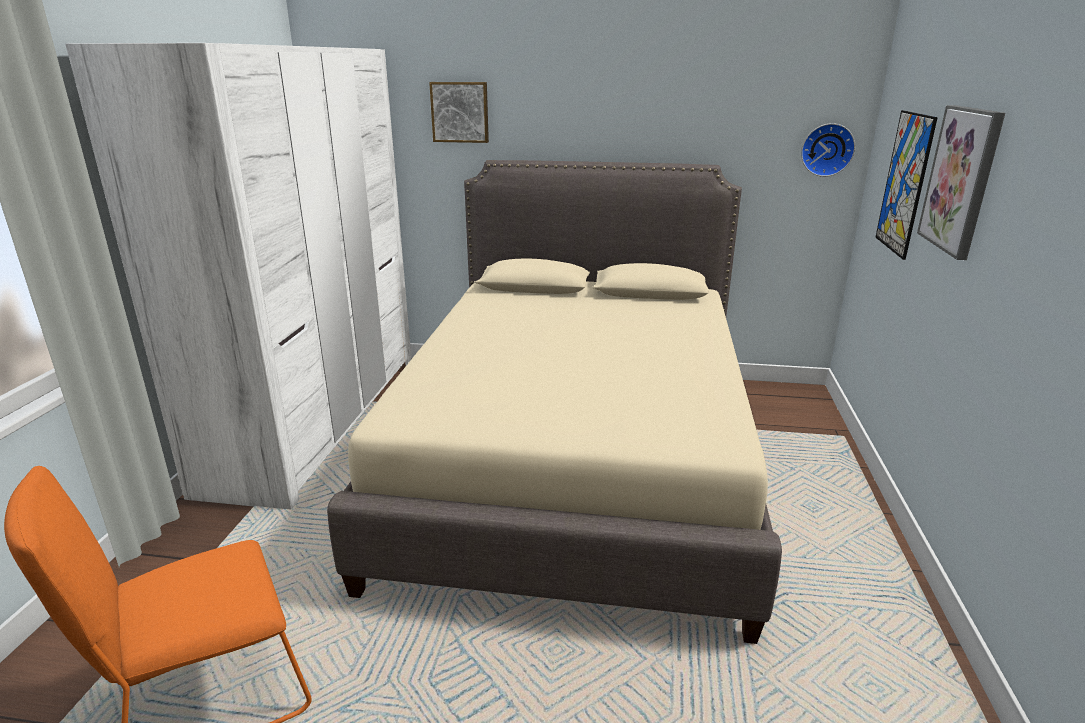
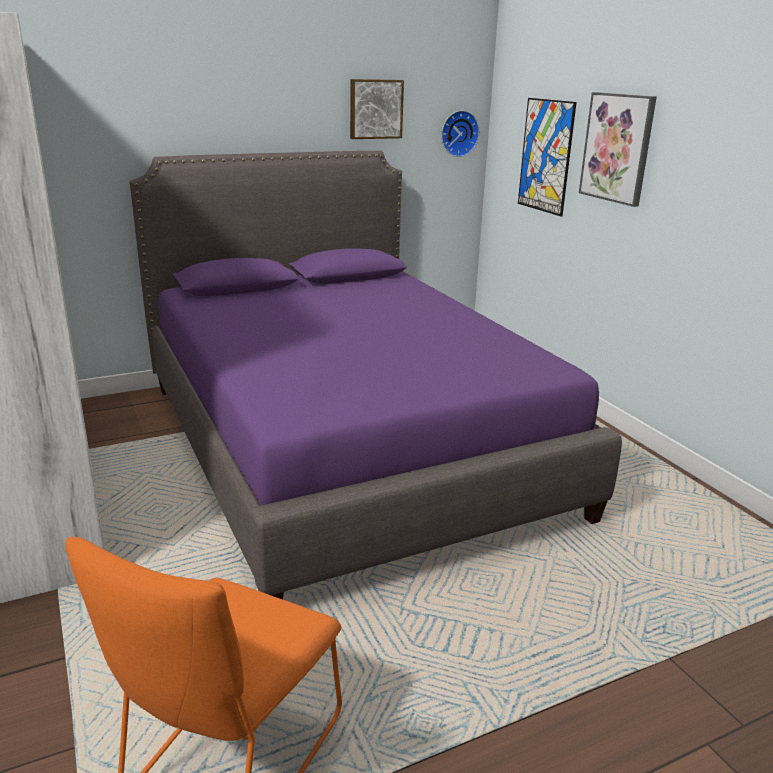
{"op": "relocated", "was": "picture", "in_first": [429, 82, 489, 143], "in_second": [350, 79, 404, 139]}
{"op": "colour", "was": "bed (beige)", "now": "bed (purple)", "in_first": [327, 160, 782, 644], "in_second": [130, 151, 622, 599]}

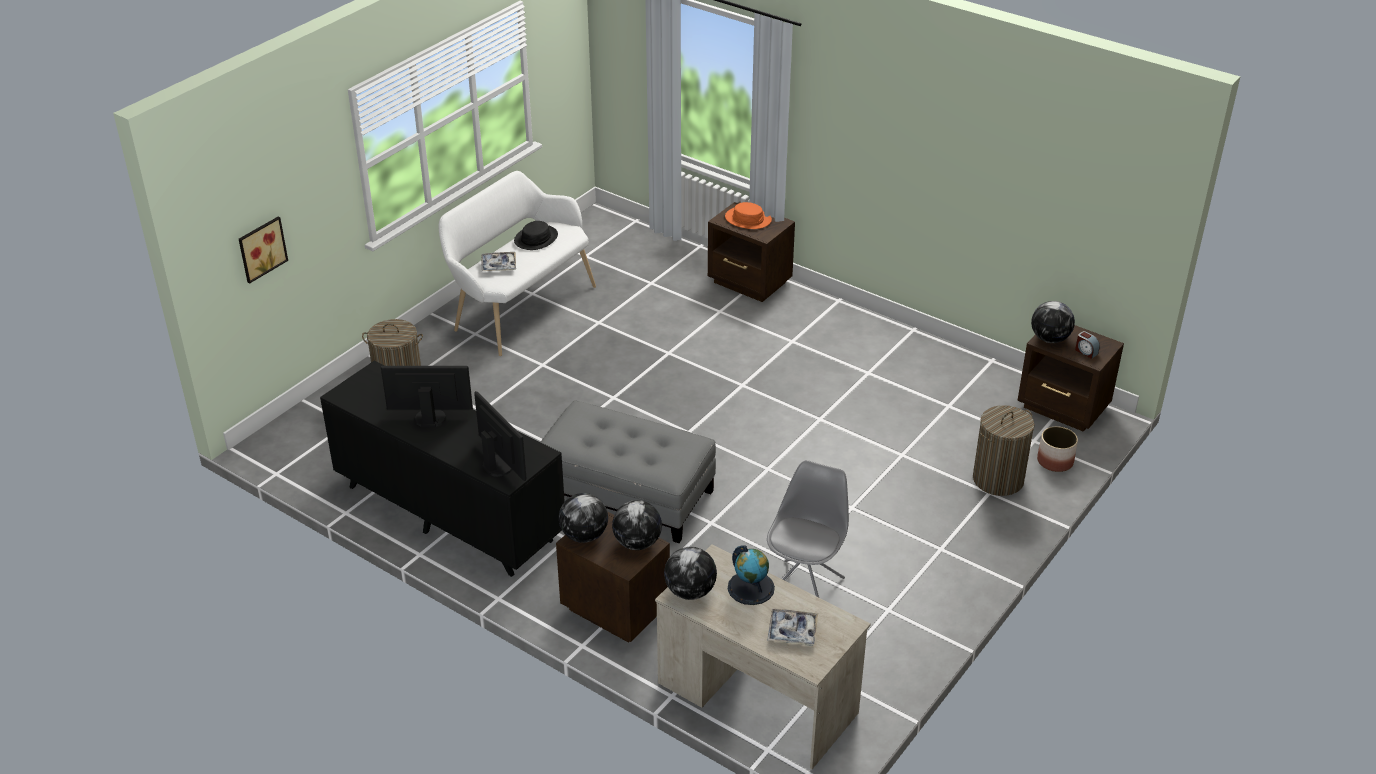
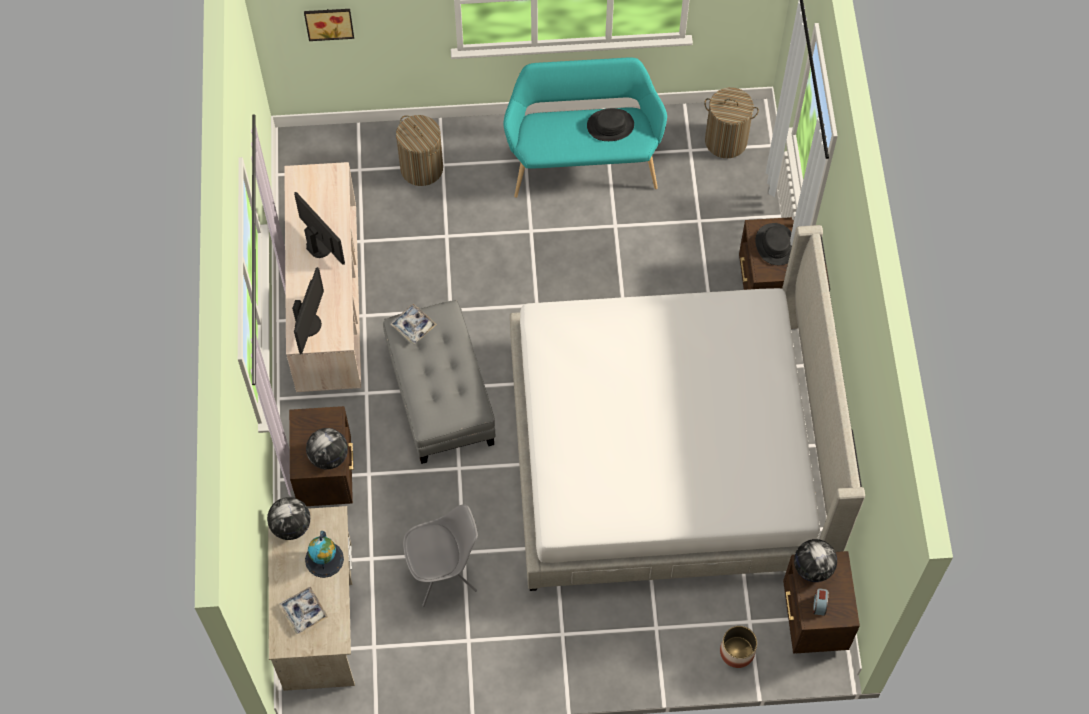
{"op": "missing", "was": "globe", "in_first": [559, 493, 608, 543]}
{"op": "appeared", "now": "bed", "in_second": [510, 225, 865, 591]}
{"op": "relocated", "was": "tray", "in_first": [482, 252, 516, 271], "in_second": [390, 304, 437, 344]}
{"op": "relocated", "was": "laundry basket", "in_first": [973, 405, 1035, 496], "in_second": [704, 87, 759, 158]}
{"op": "colour", "was": "dresser (black)", "now": "dresser (beige)", "in_first": [320, 361, 565, 577], "in_second": [284, 162, 361, 392]}
{"op": "colour", "was": "bench (white)", "now": "bench (turquoise)", "in_first": [439, 171, 596, 356], "in_second": [503, 57, 667, 198]}
{"op": "colour", "was": "hat (orange)", "now": "hat (black)", "in_first": [725, 202, 772, 229], "in_second": [756, 223, 792, 265]}

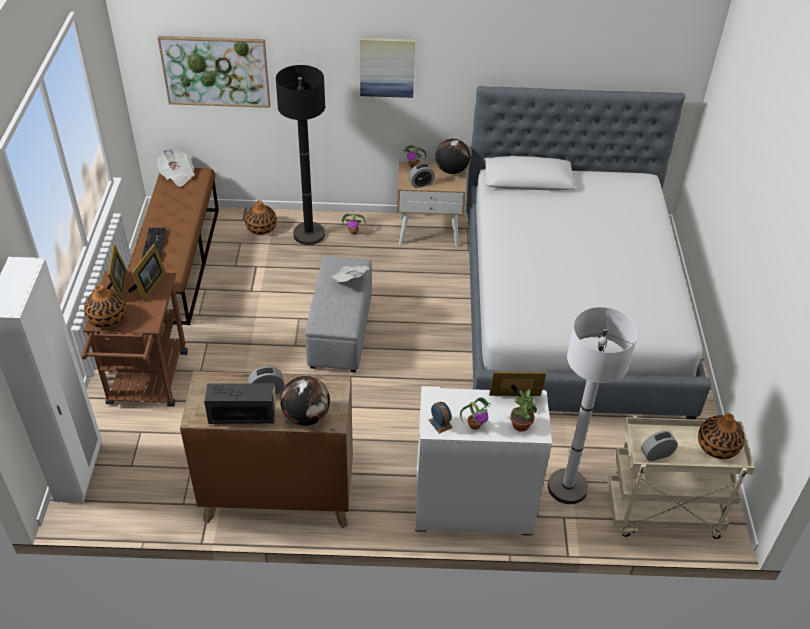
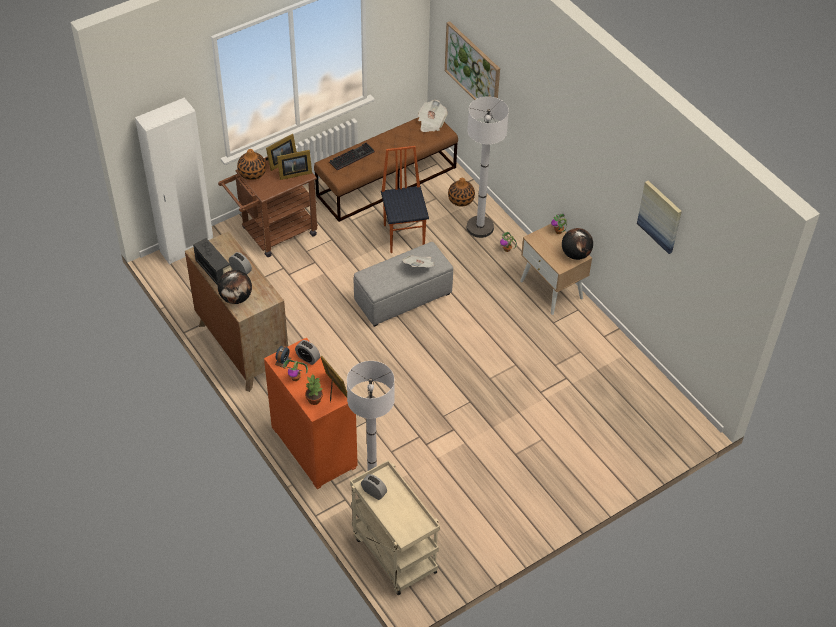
{"op": "missing", "was": "bed", "in_first": [466, 86, 711, 420]}
{"op": "missing", "was": "vase", "in_first": [698, 413, 745, 459]}
{"op": "appeared", "now": "chair", "in_second": [381, 146, 429, 253]}
{"op": "relocated", "was": "picture", "in_first": [360, 37, 415, 98], "in_second": [637, 181, 682, 254]}
{"op": "relocated", "was": "alarm clock", "in_first": [408, 163, 435, 188], "in_second": [295, 340, 320, 365]}
{"op": "colour", "was": "floor lamp (black)", "now": "floor lamp (white)", "in_first": [276, 65, 325, 245], "in_second": [467, 96, 509, 238]}
{"op": "colour", "was": "cabinet (white)", "now": "cabinet (orange)", "in_first": [415, 386, 552, 536], "in_second": [264, 338, 358, 489]}

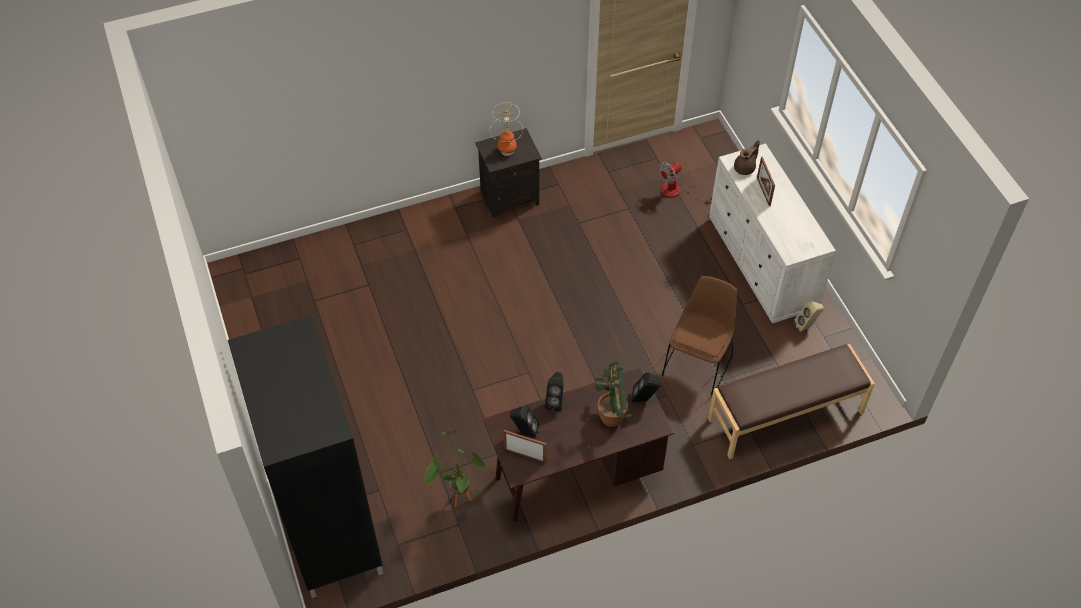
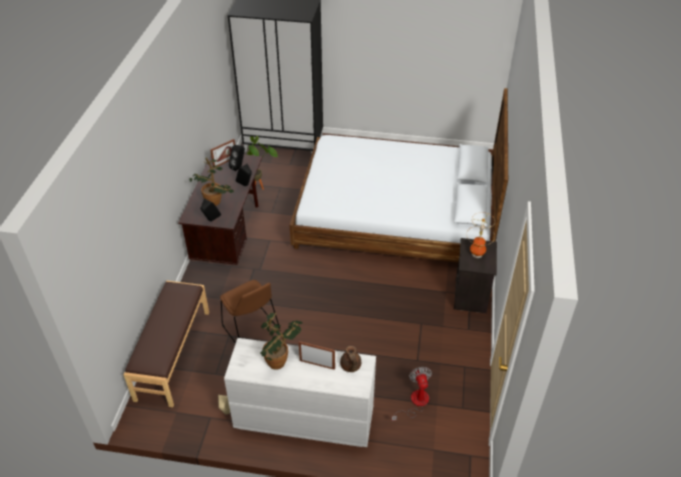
{"op": "appeared", "now": "potted plant", "in_second": [260, 313, 303, 370]}
{"op": "appeared", "now": "bed", "in_second": [290, 88, 508, 262]}

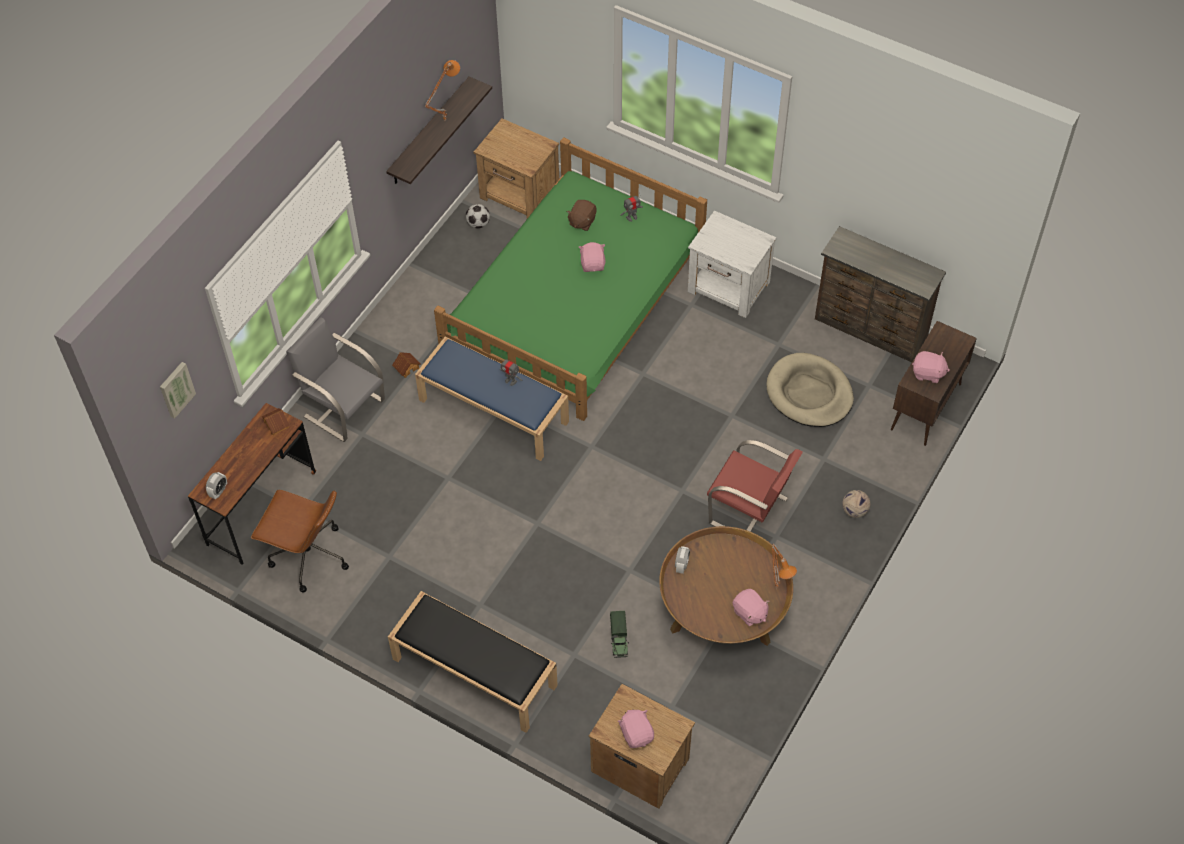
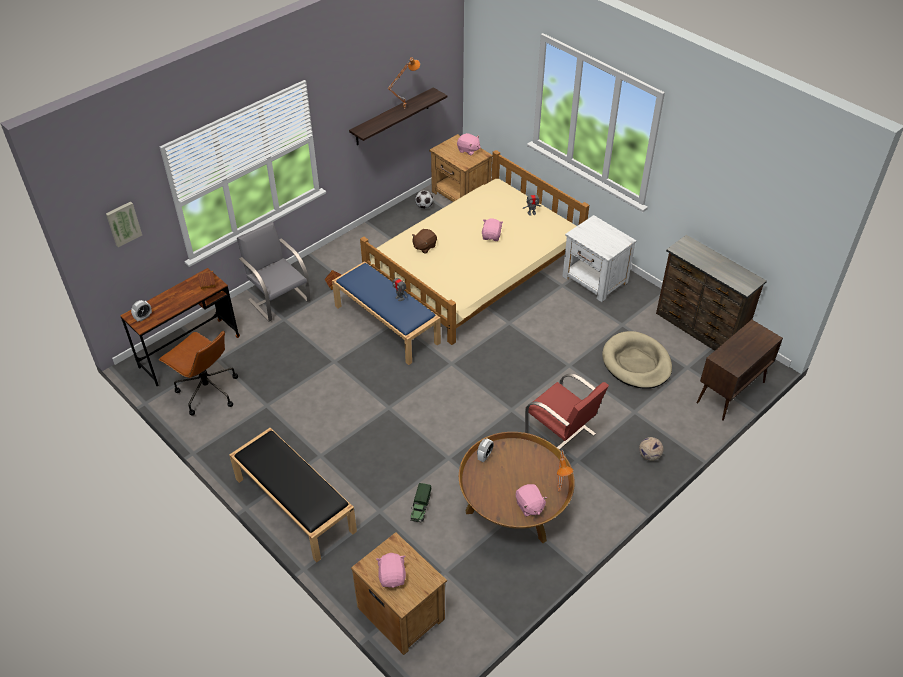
{"op": "relocated", "was": "plush toy (brown)", "in_first": [567, 200, 597, 231], "in_second": [412, 229, 437, 254]}
{"op": "relocated", "was": "plush toy (pink)", "in_first": [912, 351, 950, 383], "in_second": [457, 133, 481, 155]}
{"op": "colour", "was": "bed (green)", "now": "bed (beige)", "in_first": [434, 138, 707, 421], "in_second": [360, 150, 589, 345]}

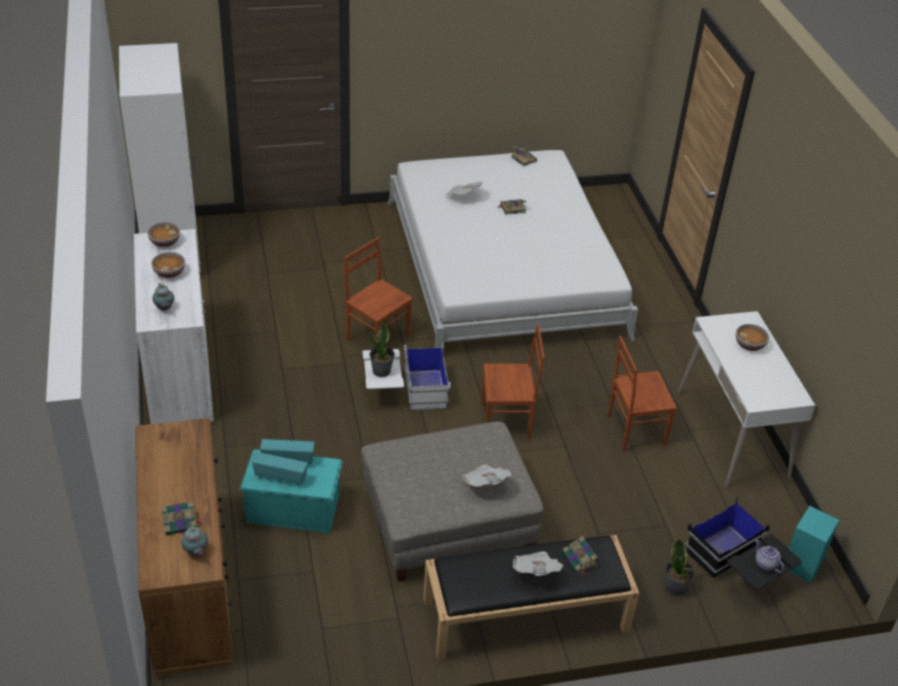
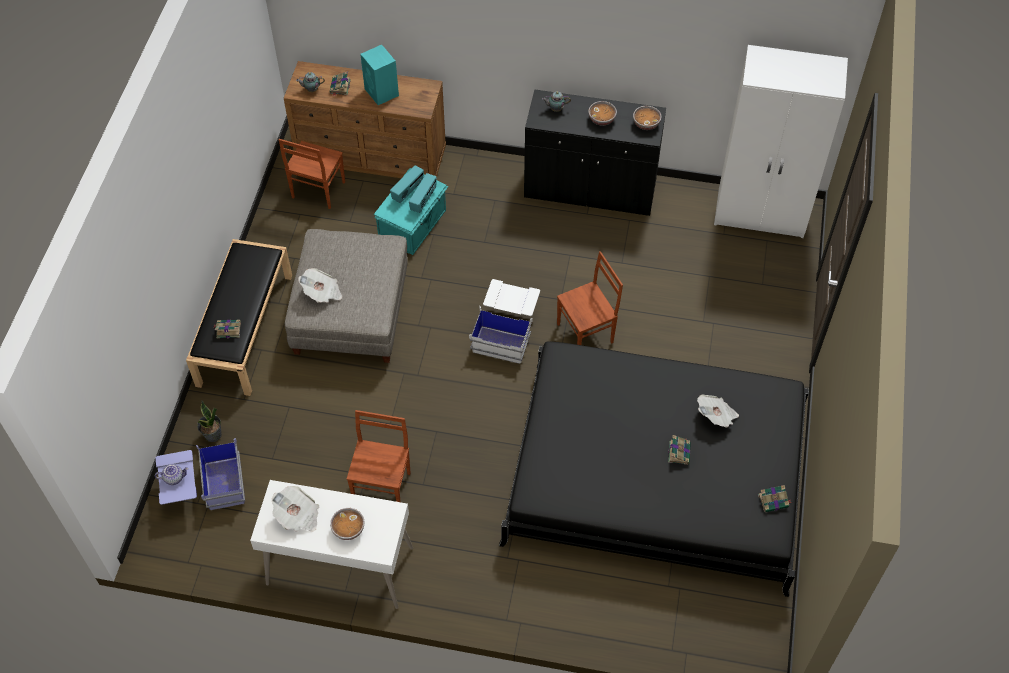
{"op": "missing", "was": "potted plant", "in_first": [369, 322, 395, 377]}
{"op": "relocated", "was": "chair (brown)", "in_first": [481, 323, 544, 439], "in_second": [279, 139, 345, 209]}
{"op": "relocated", "was": "newspaper", "in_first": [512, 551, 563, 576], "in_second": [272, 486, 319, 532]}
{"op": "relocated", "was": "speaker (turquoise)", "in_first": [788, 506, 839, 583], "in_second": [360, 44, 399, 105]}
{"op": "colour", "was": "cabinet (white)", "now": "cabinet (black)", "in_first": [134, 229, 214, 424], "in_second": [524, 89, 666, 216]}
{"op": "colour", "was": "bed (white)", "now": "bed (black)", "in_first": [388, 150, 638, 348], "in_second": [499, 341, 809, 597]}
{"op": "colour", "was": "storage box (black)", "now": "storage box (blue)", "in_first": [685, 497, 802, 590], "in_second": [155, 438, 245, 510]}

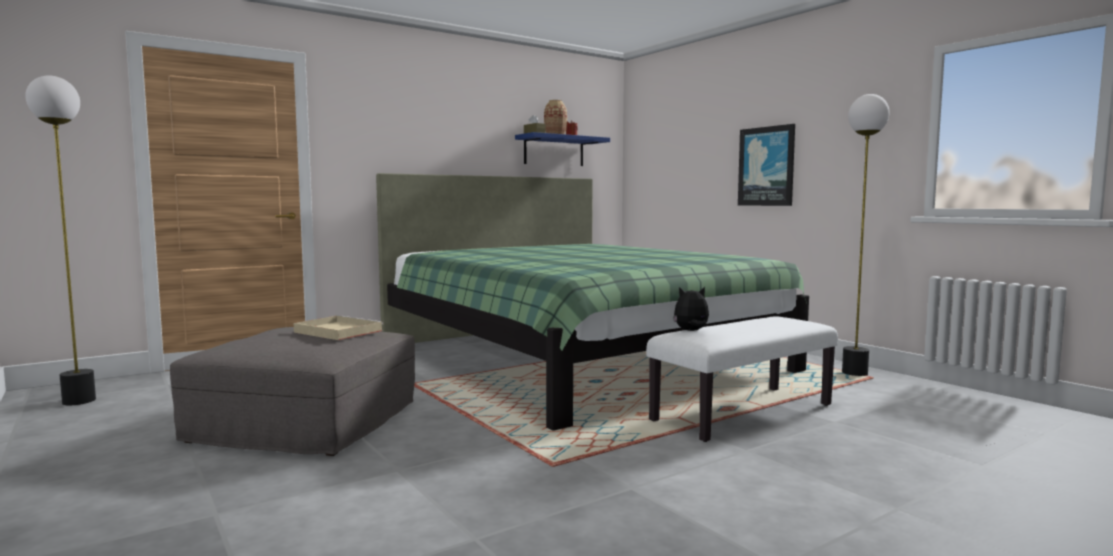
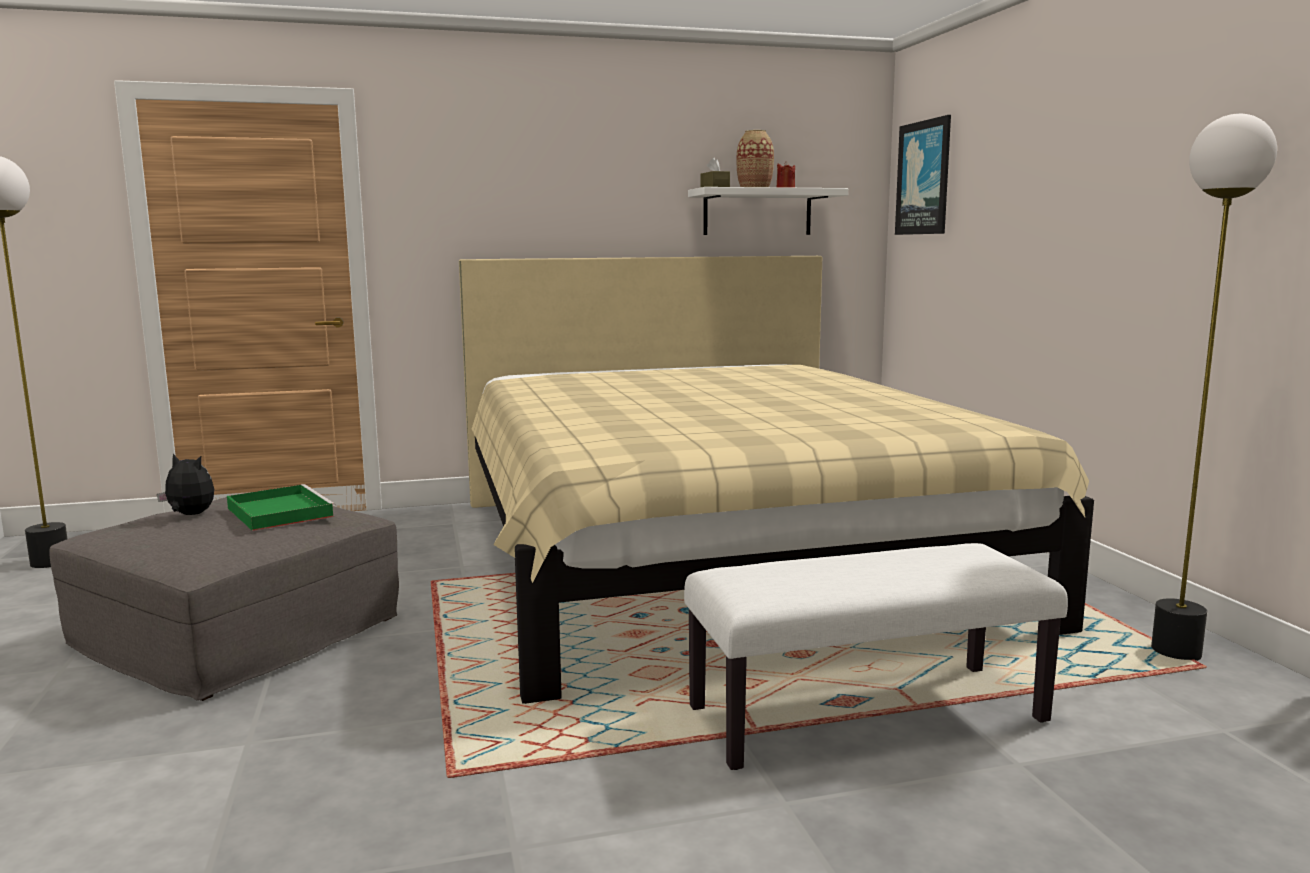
{"op": "relocated", "was": "plush toy", "in_first": [673, 287, 709, 331], "in_second": [157, 453, 214, 515]}
{"op": "relocated", "was": "picture", "in_first": [738, 124, 795, 206], "in_second": [895, 115, 951, 235]}
{"op": "colour", "was": "tray (beige)", "now": "tray (green)", "in_first": [294, 315, 384, 340], "in_second": [227, 484, 336, 531]}
{"op": "colour", "was": "bed (green)", "now": "bed (beige)", "in_first": [376, 173, 809, 431], "in_second": [459, 256, 1094, 704]}
{"op": "colour", "was": "shelf (blue)", "now": "shelf (white)", "in_first": [515, 132, 610, 166], "in_second": [688, 187, 848, 235]}

